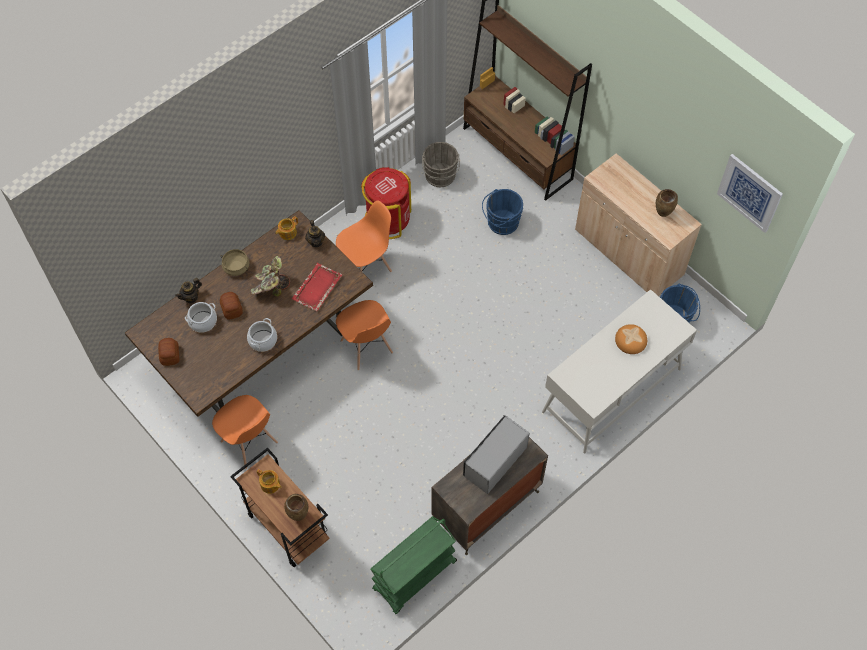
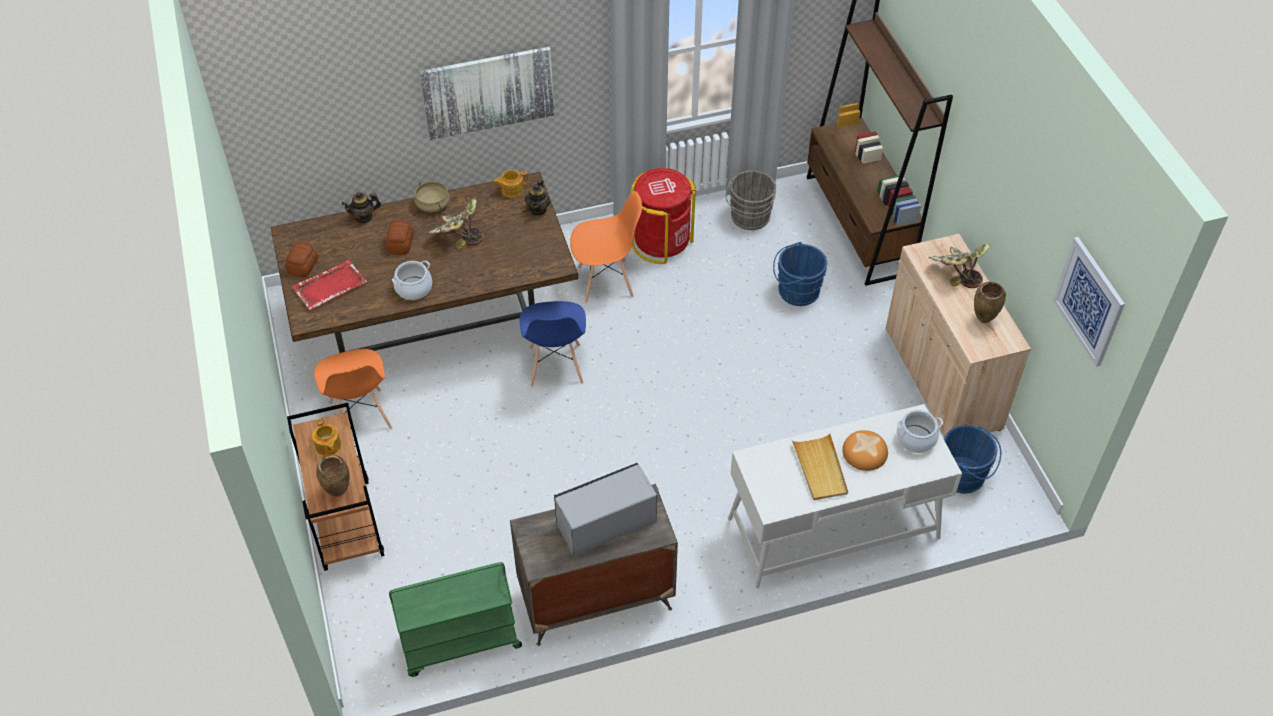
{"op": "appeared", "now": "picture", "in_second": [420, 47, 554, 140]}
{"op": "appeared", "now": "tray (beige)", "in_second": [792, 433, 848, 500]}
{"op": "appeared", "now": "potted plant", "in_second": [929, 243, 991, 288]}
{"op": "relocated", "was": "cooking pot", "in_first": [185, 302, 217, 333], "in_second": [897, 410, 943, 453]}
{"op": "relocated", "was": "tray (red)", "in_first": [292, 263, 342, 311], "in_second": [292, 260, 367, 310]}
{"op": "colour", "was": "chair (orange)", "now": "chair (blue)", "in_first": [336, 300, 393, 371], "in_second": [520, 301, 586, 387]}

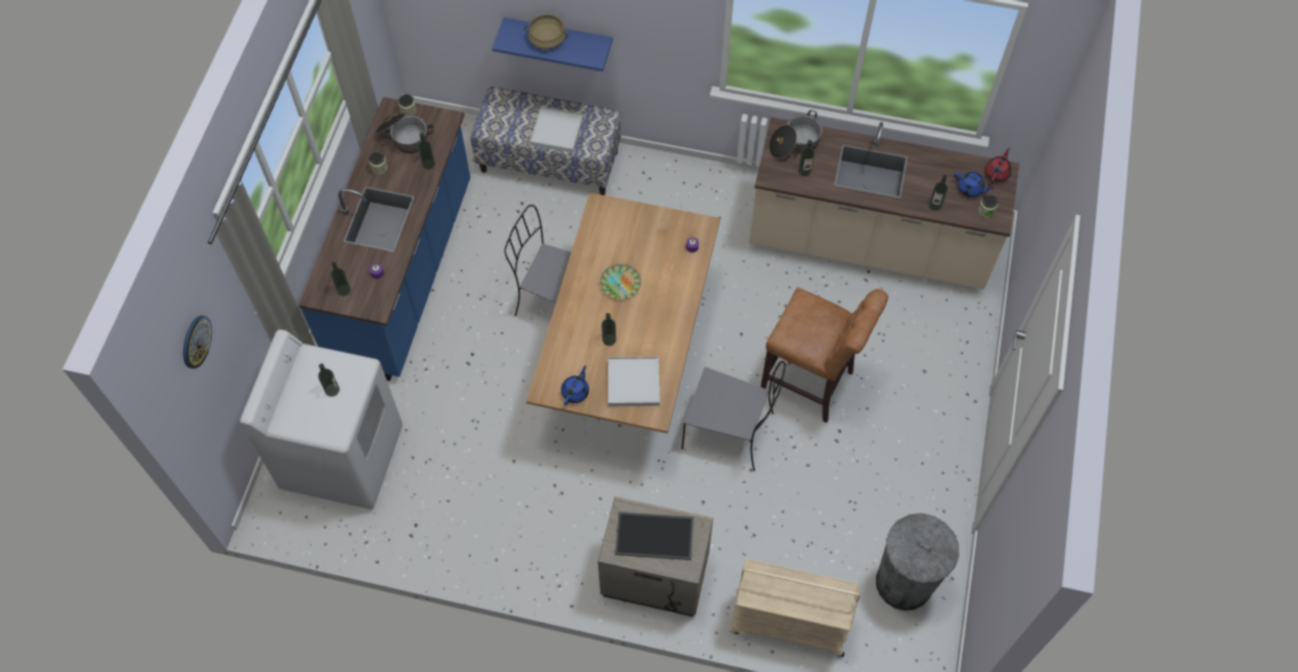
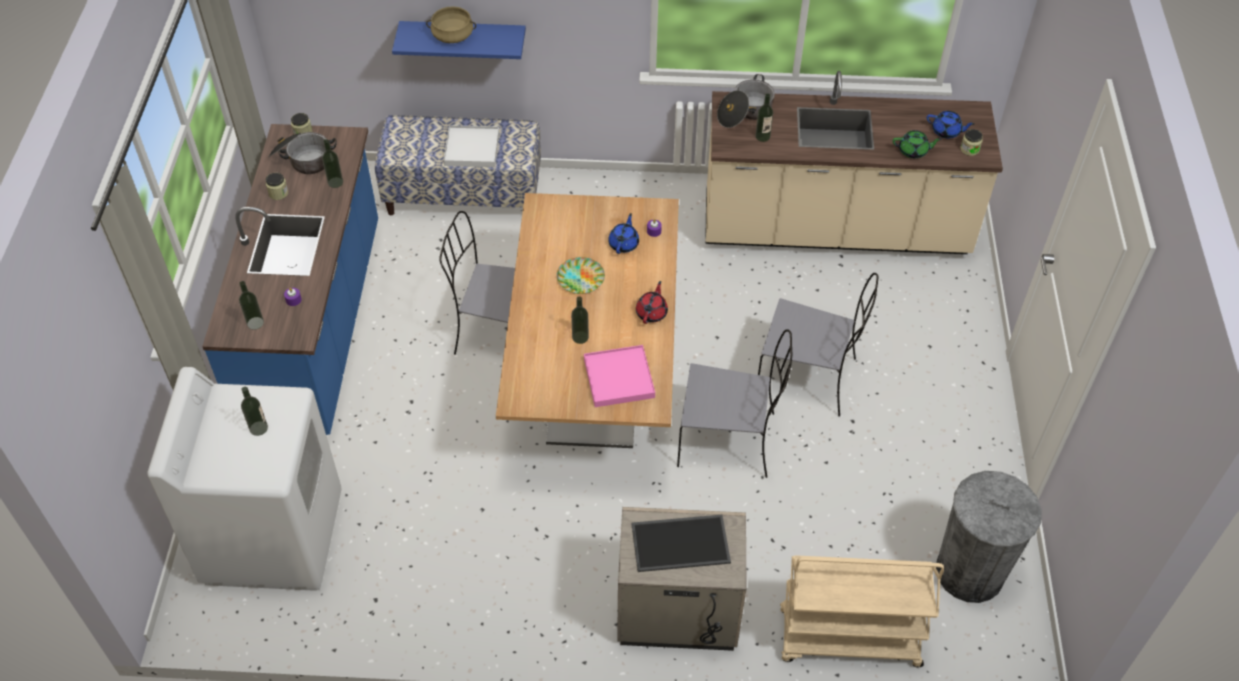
{"op": "missing", "was": "wall clock", "in_first": [183, 316, 212, 369]}
{"op": "relocated", "was": "teapot (blue)", "in_first": [561, 366, 589, 405], "in_second": [608, 213, 639, 254]}
{"op": "relocated", "was": "teapot (red)", "in_first": [985, 148, 1012, 182], "in_second": [636, 281, 668, 324]}
{"op": "exchanged", "was": "stool (brown)", "now": "chair (grey)", "in_first": [761, 287, 888, 423], "in_second": [758, 273, 878, 417]}
{"op": "exchanged", "was": "bottle", "now": "teapot (green)", "in_first": [929, 175, 948, 211], "in_second": [893, 130, 942, 158]}
{"op": "colour", "was": "tray (white)", "now": "tray (pink)", "in_first": [608, 357, 660, 407], "in_second": [584, 345, 655, 407]}

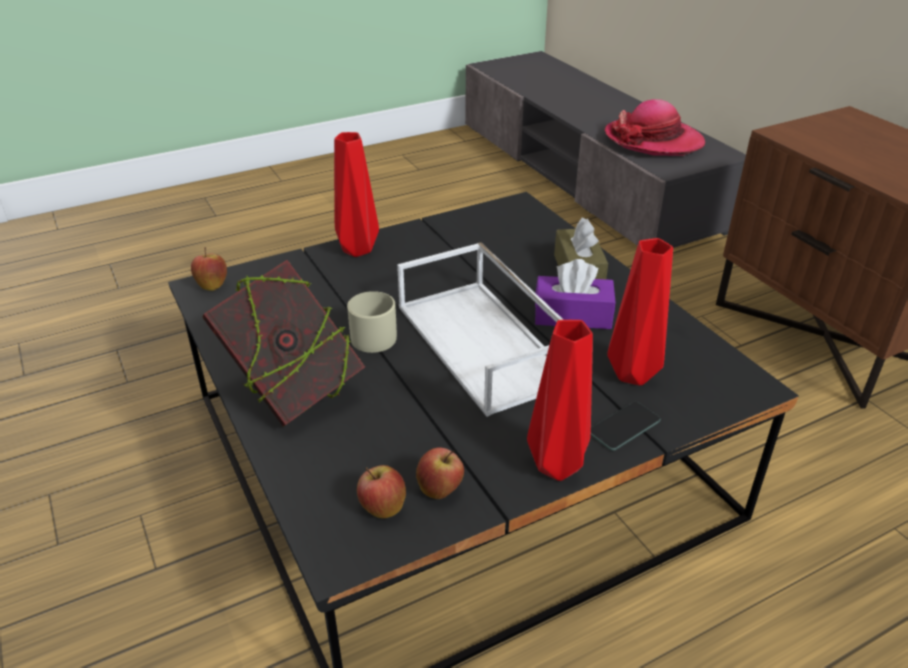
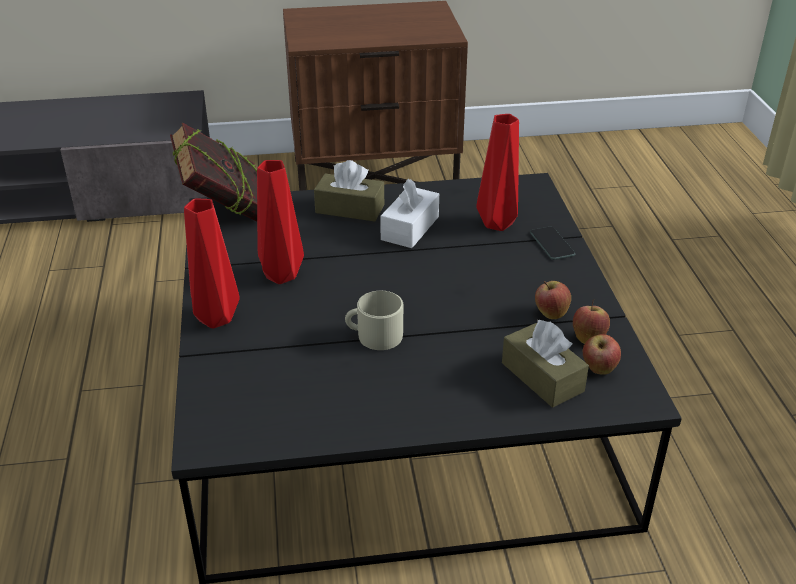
{"op": "missing", "was": "tray (white)", "in_first": [397, 242, 563, 417]}
{"op": "missing", "was": "hat", "in_first": [605, 99, 705, 156]}
{"op": "appeared", "now": "tissue box (brown)", "in_second": [502, 319, 589, 407]}
{"op": "relocated", "was": "apple", "in_first": [191, 247, 227, 291], "in_second": [535, 281, 571, 319]}
{"op": "relocated", "was": "book", "in_first": [203, 260, 365, 426], "in_second": [170, 123, 257, 222]}
{"op": "relocated", "was": "vase (red)", "in_first": [527, 320, 593, 481], "in_second": [257, 160, 304, 284]}
{"op": "colour", "was": "tissue box (purple)", "now": "tissue box (white)", "in_first": [535, 259, 616, 329], "in_second": [380, 178, 439, 248]}

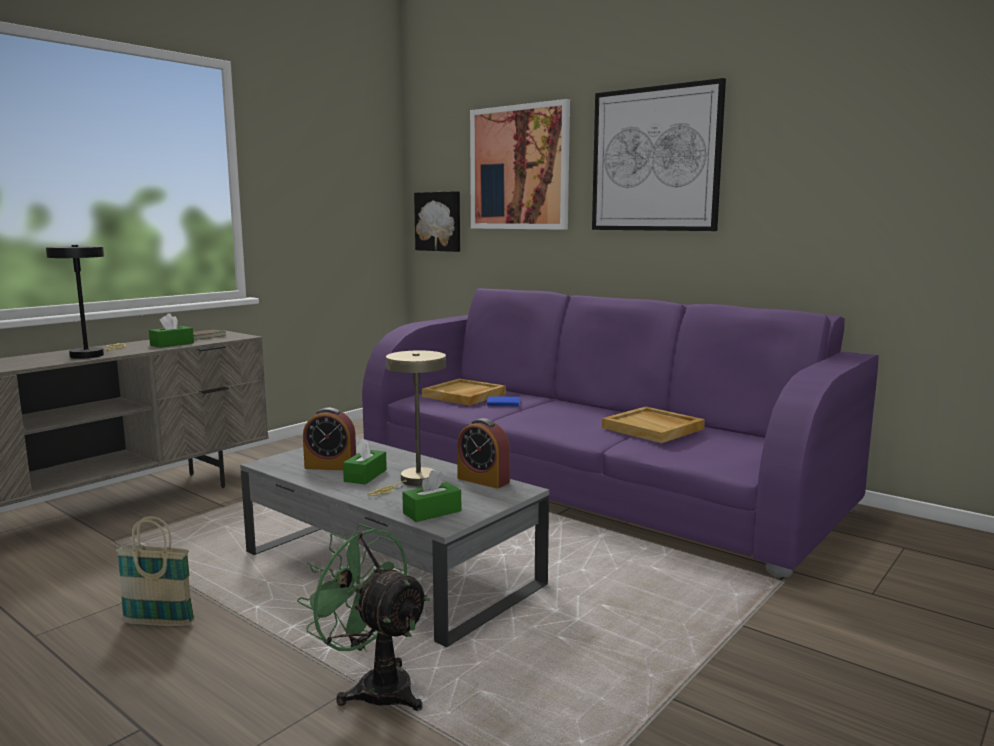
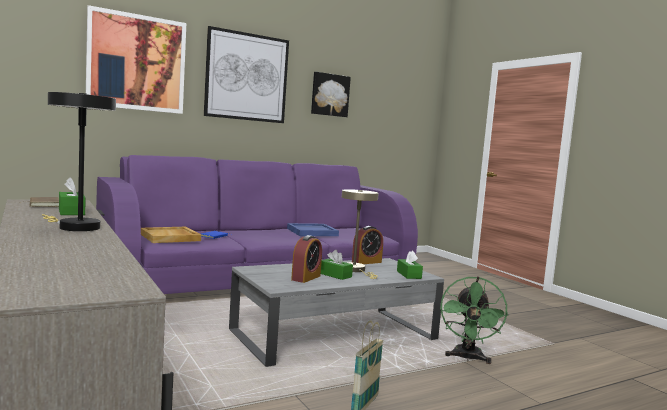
{"op": "relocated", "was": "picture", "in_first": [414, 191, 460, 252], "in_second": [311, 72, 351, 117]}
{"op": "colour", "was": "tray (beige)", "now": "tray (blue)", "in_first": [602, 406, 705, 443], "in_second": [287, 223, 339, 236]}
{"op": "spun", "was": "fan (green)", "in_first": [297, 524, 430, 711], "in_second": [440, 277, 508, 364], "clockwise": -45}

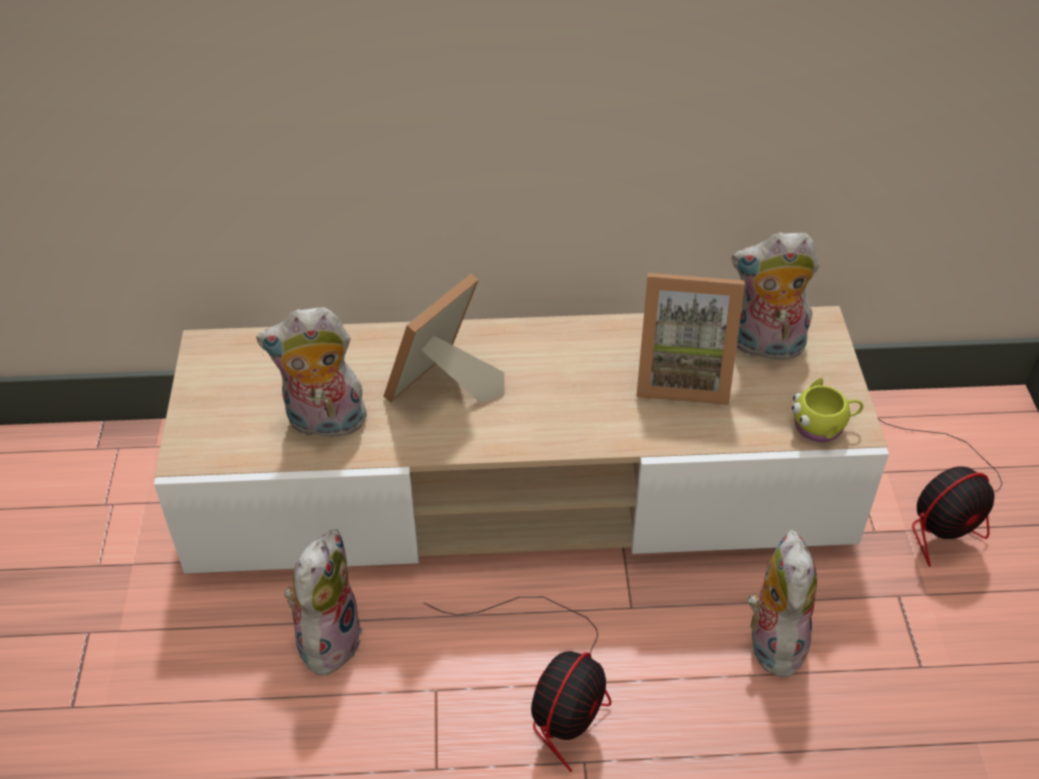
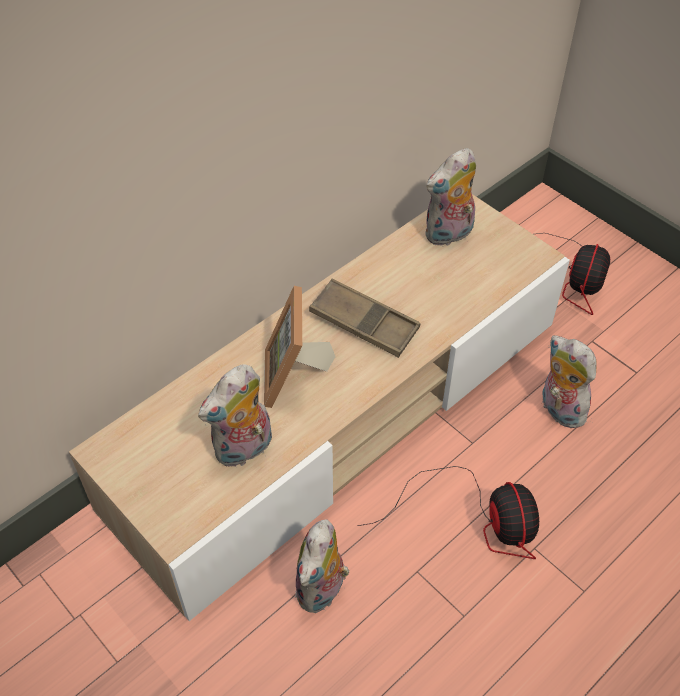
{"op": "missing", "was": "picture frame", "in_first": [637, 273, 745, 405]}
{"op": "missing", "was": "mug (yellow)", "in_first": [792, 378, 864, 442]}
{"op": "appeared", "now": "tray (brown)", "in_second": [309, 278, 420, 358]}
{"op": "spun", "was": "plush toy", "in_first": [284, 529, 363, 678], "in_second": [295, 519, 349, 613], "clockwise": -135}

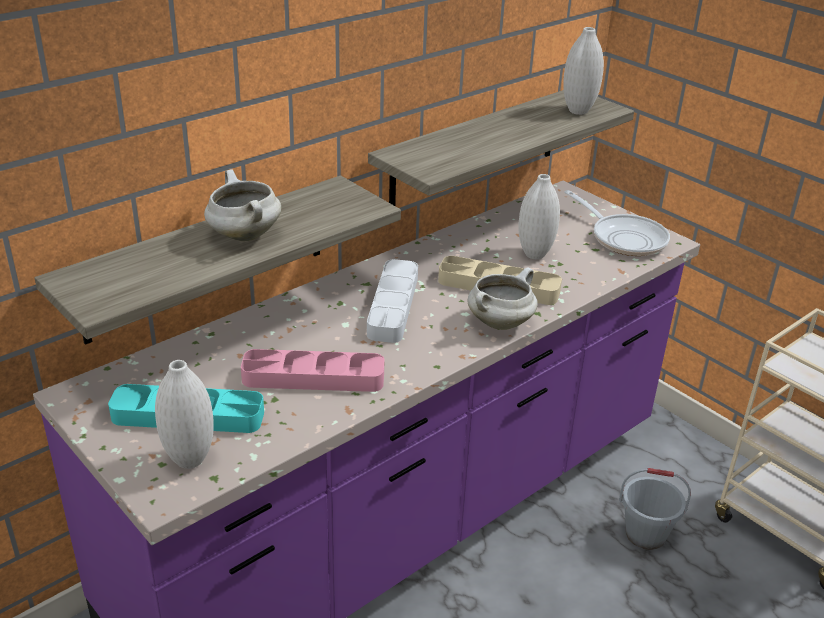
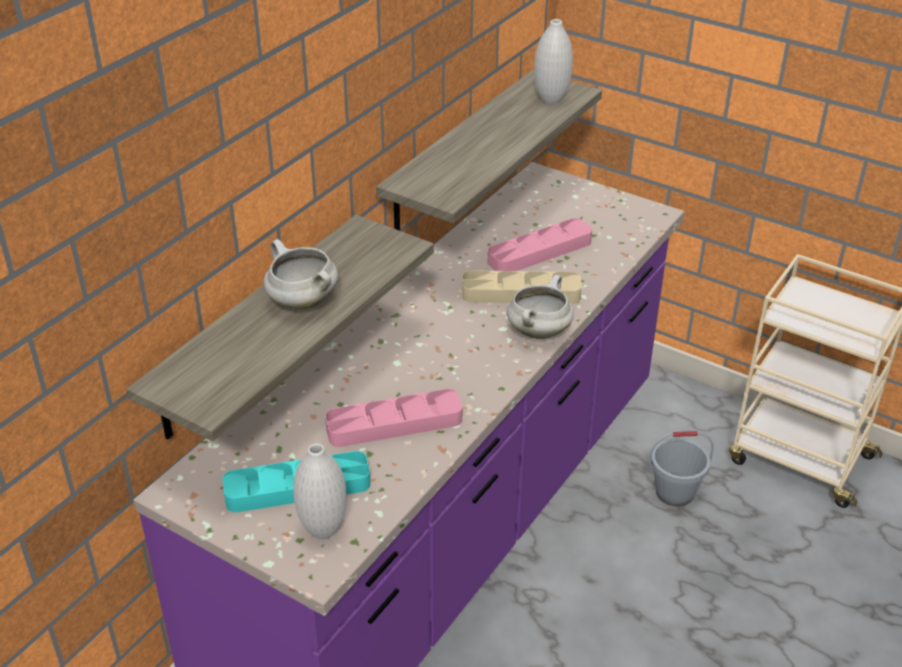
{"op": "missing", "was": "tray (grey)", "in_first": [367, 259, 418, 343]}
{"op": "missing", "was": "frying pan", "in_first": [564, 190, 670, 256]}
{"op": "exchanged", "was": "vase (white)", "now": "tray (pink)", "in_first": [518, 174, 560, 259], "in_second": [488, 218, 592, 271]}

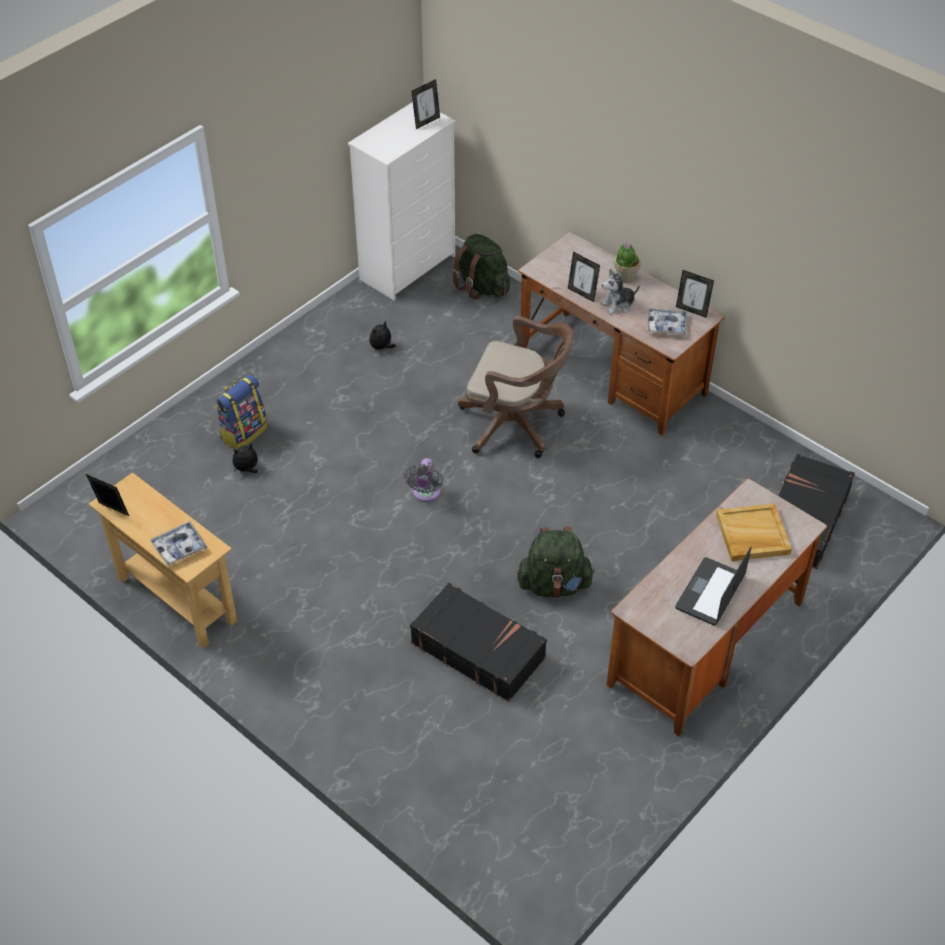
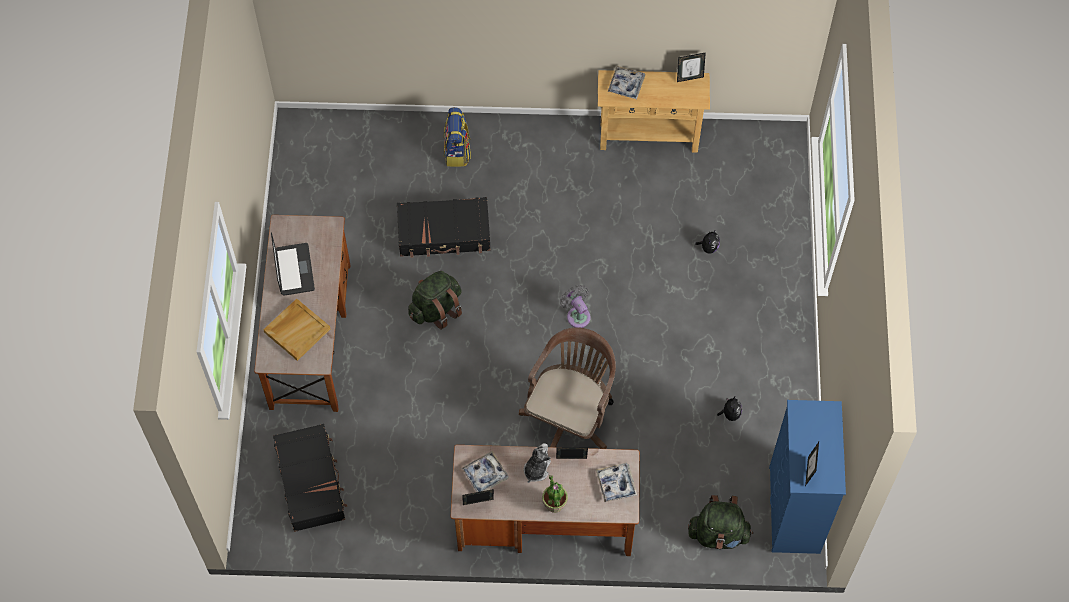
{"op": "appeared", "now": "tray", "in_second": [596, 463, 637, 502]}
{"op": "relocated", "was": "backpack", "in_first": [216, 375, 268, 449], "in_second": [444, 107, 471, 167]}
{"op": "colour", "was": "dresser (white)", "now": "dresser (blue)", "in_first": [348, 102, 455, 300], "in_second": [769, 400, 846, 554]}
{"op": "spun", "was": "office chair (brown)", "in_first": [458, 316, 574, 458], "in_second": [519, 327, 616, 449], "clockwise": 135}

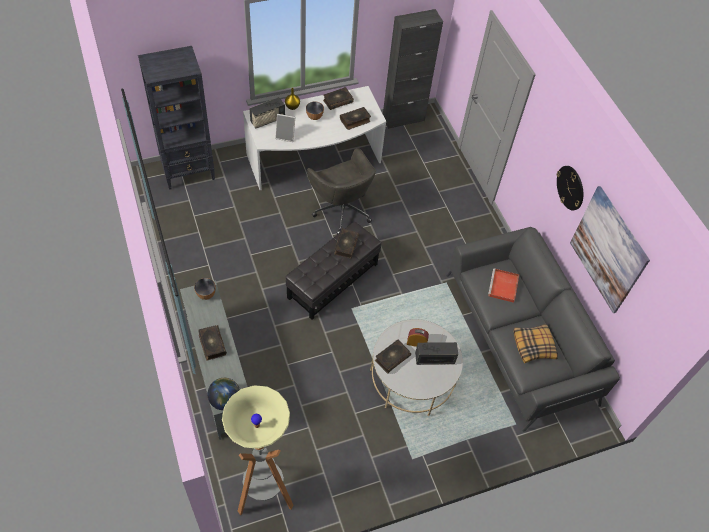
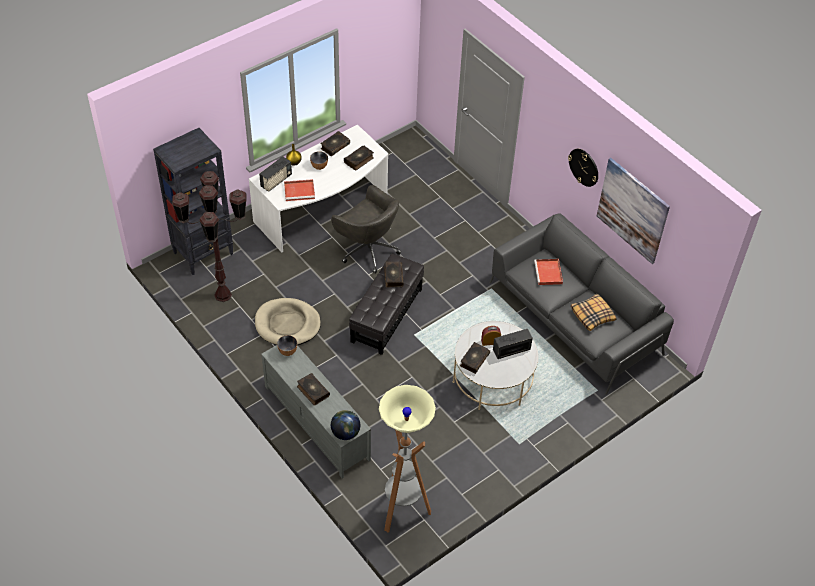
{"op": "missing", "was": "cabinet (black)", "in_first": [383, 9, 443, 129]}
{"op": "appeared", "now": "floor lamp (brown)", "in_second": [172, 171, 247, 302]}
{"op": "appeared", "now": "dog bed (beige)", "in_second": [255, 298, 321, 345]}
{"op": "exchanged", "was": "picture frame", "now": "tray (red)", "in_first": [275, 114, 295, 142], "in_second": [284, 179, 315, 201]}

